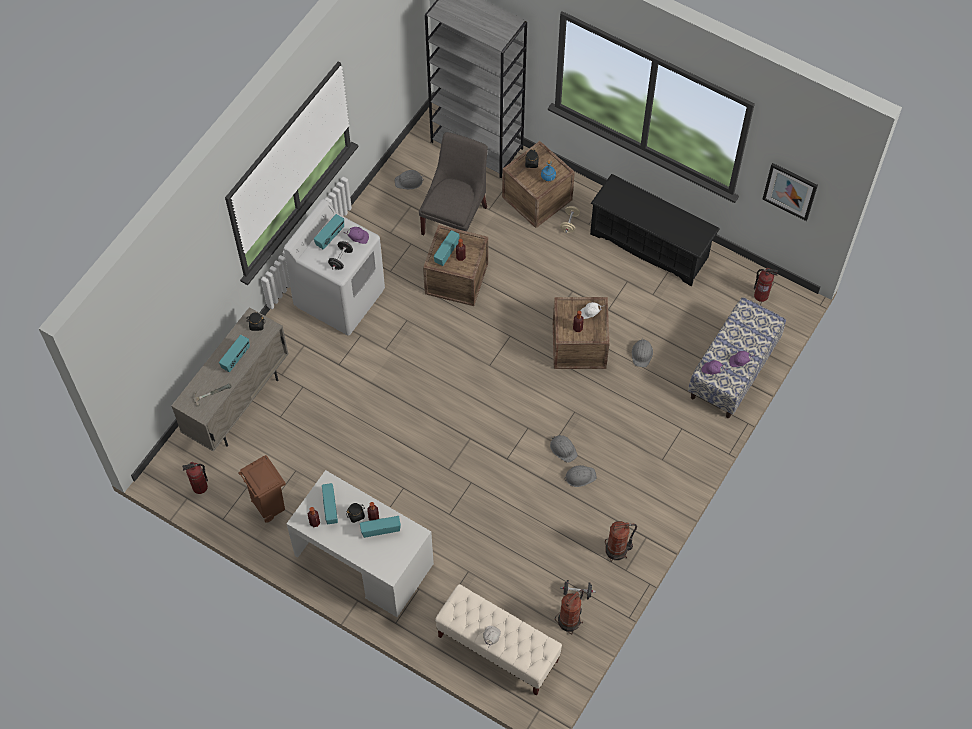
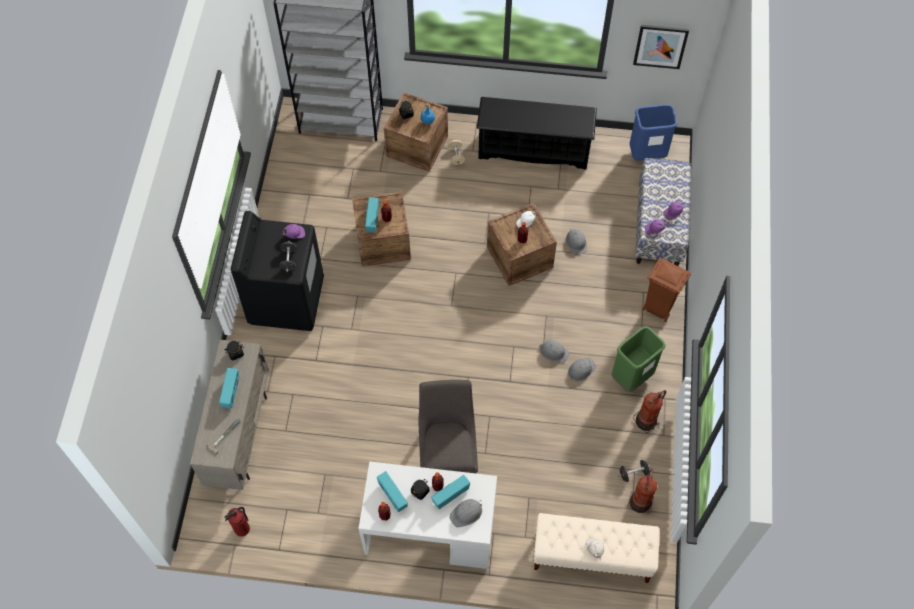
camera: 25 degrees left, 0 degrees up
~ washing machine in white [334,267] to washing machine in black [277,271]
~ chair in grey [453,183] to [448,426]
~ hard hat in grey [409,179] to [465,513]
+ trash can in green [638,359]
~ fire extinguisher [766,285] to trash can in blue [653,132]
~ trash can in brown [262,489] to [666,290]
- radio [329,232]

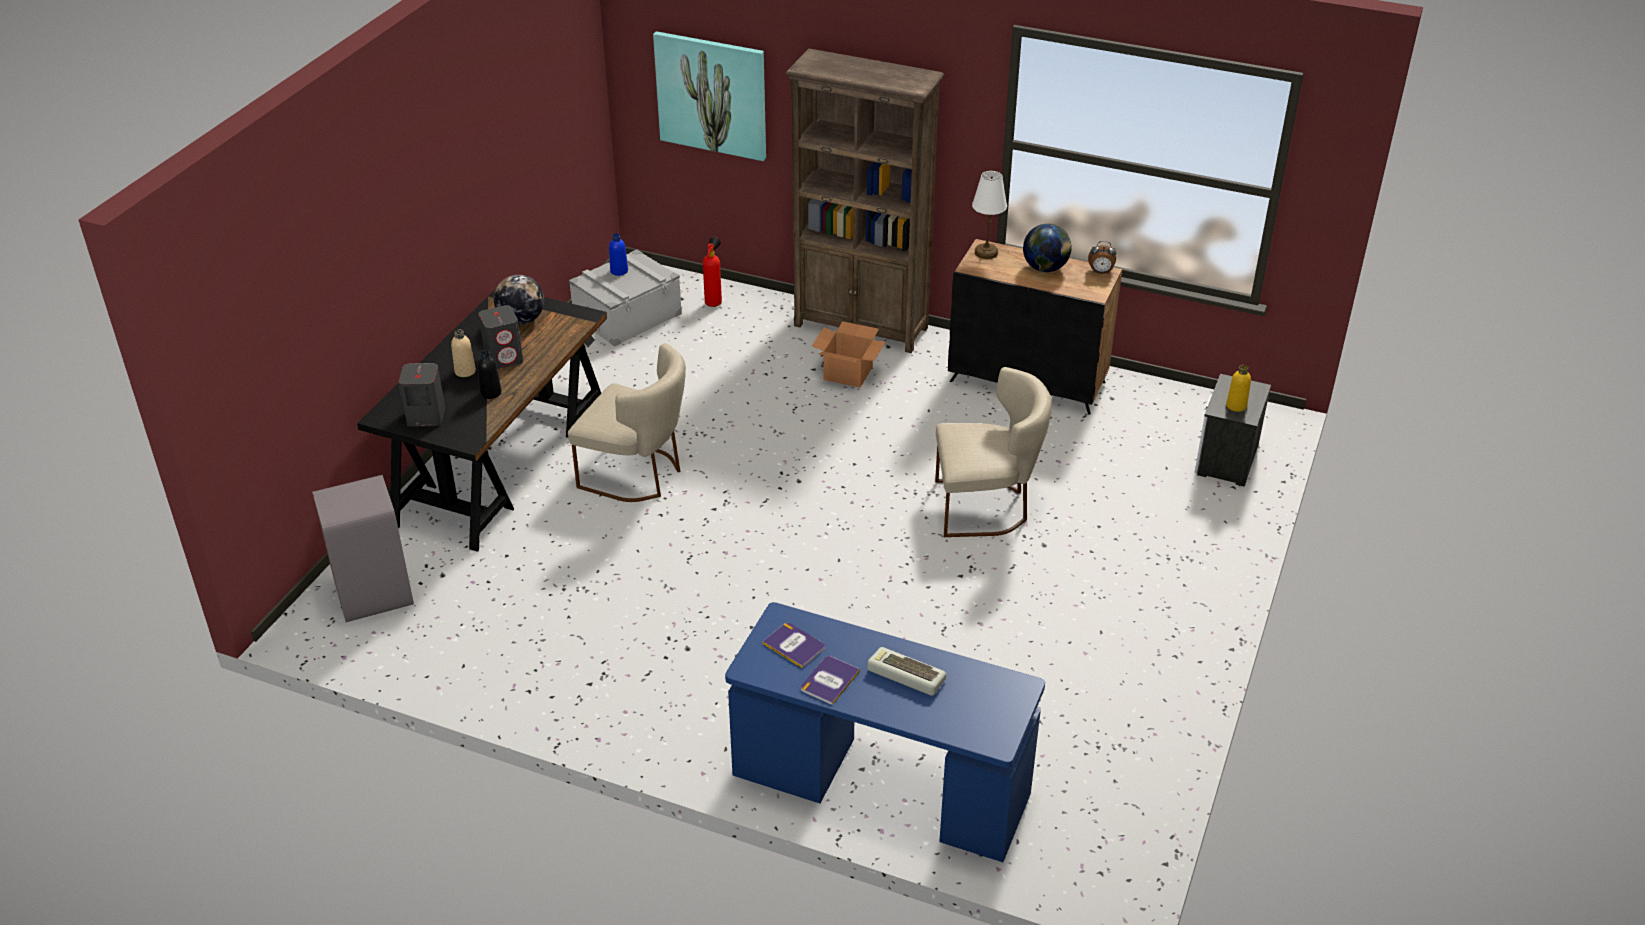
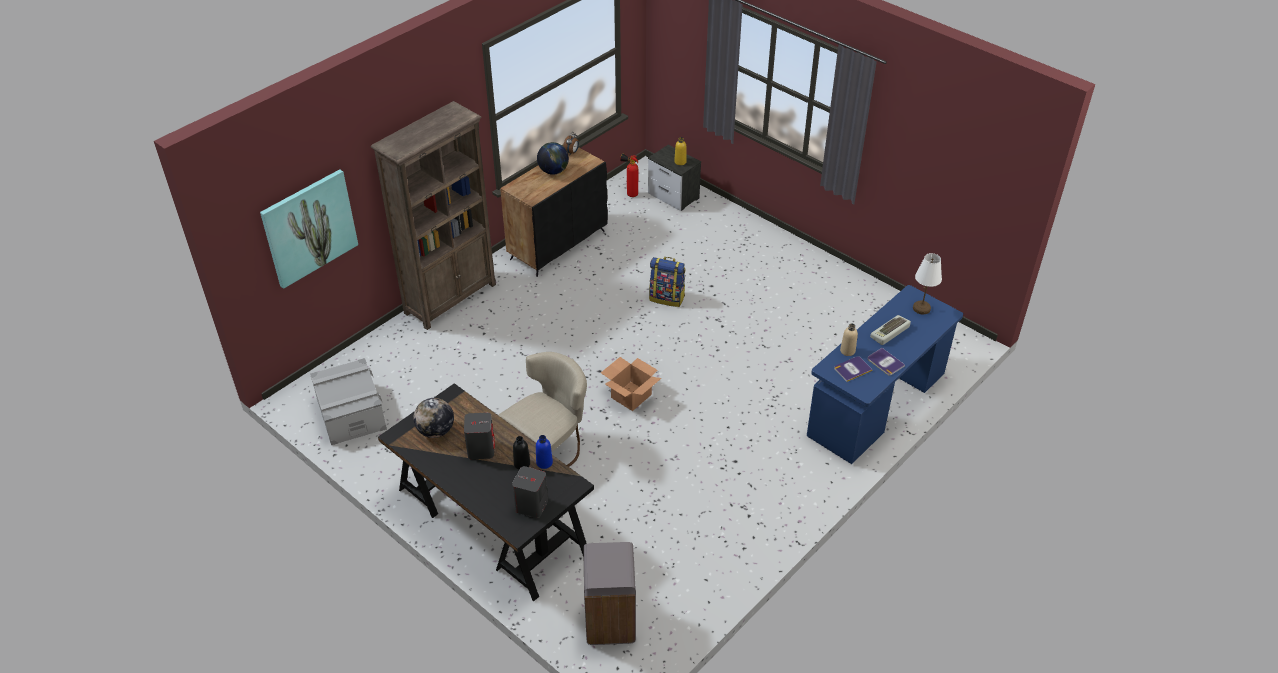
camera: 70 degrees left, 5 degrees up
~ bottle in blue [618,254] to [544,452]
~ cardboard box [848,354] to [631,384]
~ fire extinguisher [712,272] to [629,175]
~ chair in beige [993,452] to backpack [667,282]
~ bottle in beige [463,353] to [849,339]
~ table lamp in white [989,215] to [927,284]

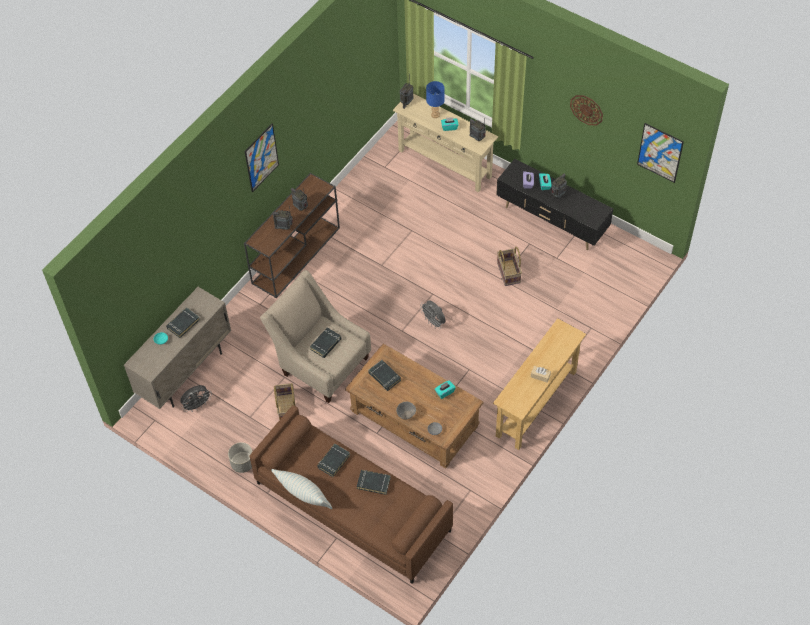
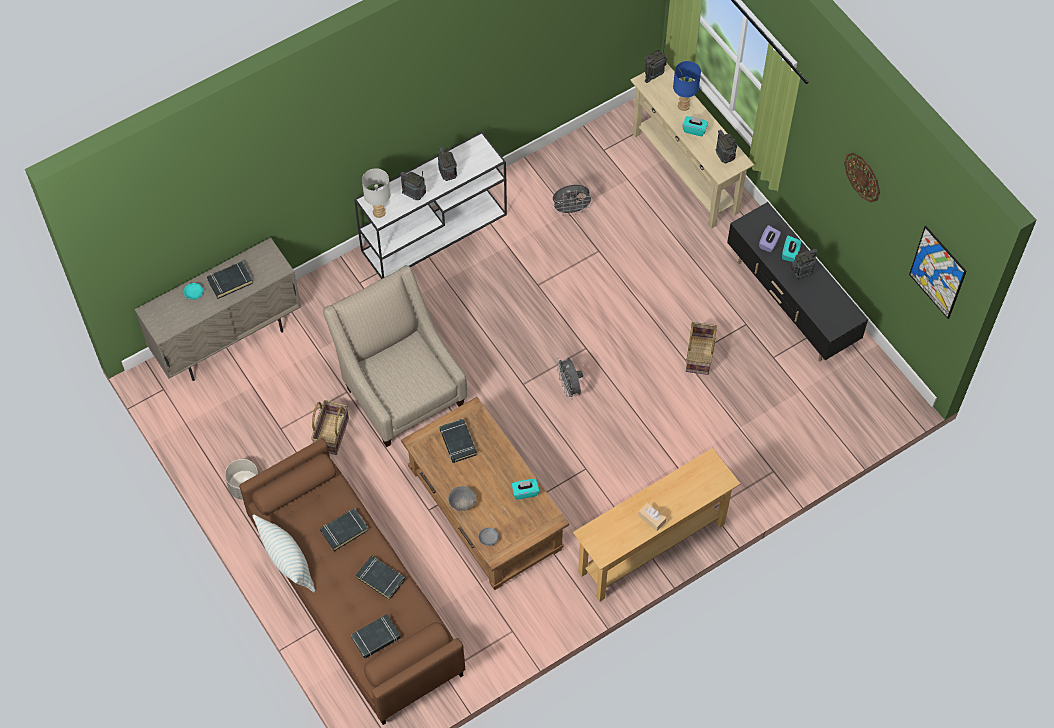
camera: 20 degrees right, 5 degrees up
~ book in black [326,342] to [376,636]
~ console table in brown [292,235] to console table in white [430,205]
+ table lamp in grey [376,193]
~ fan in grey [196,398] to [573,200]
- picture [262,158]

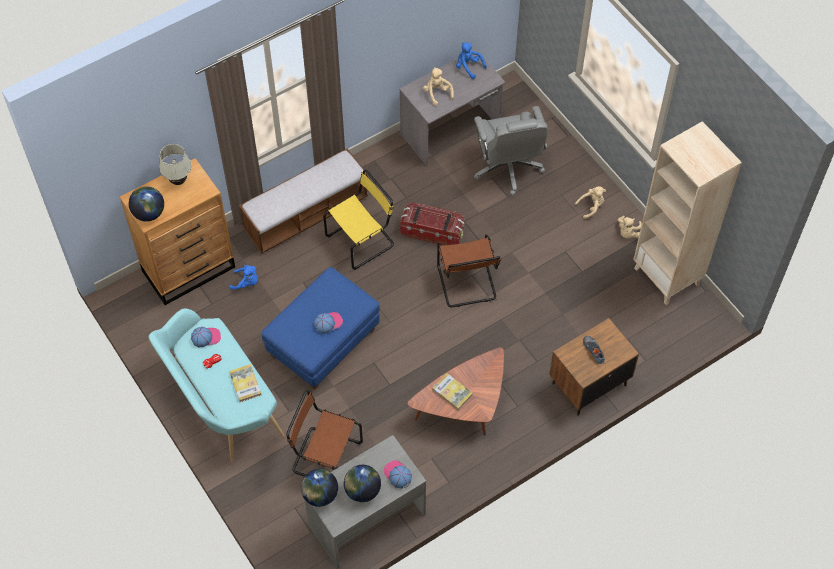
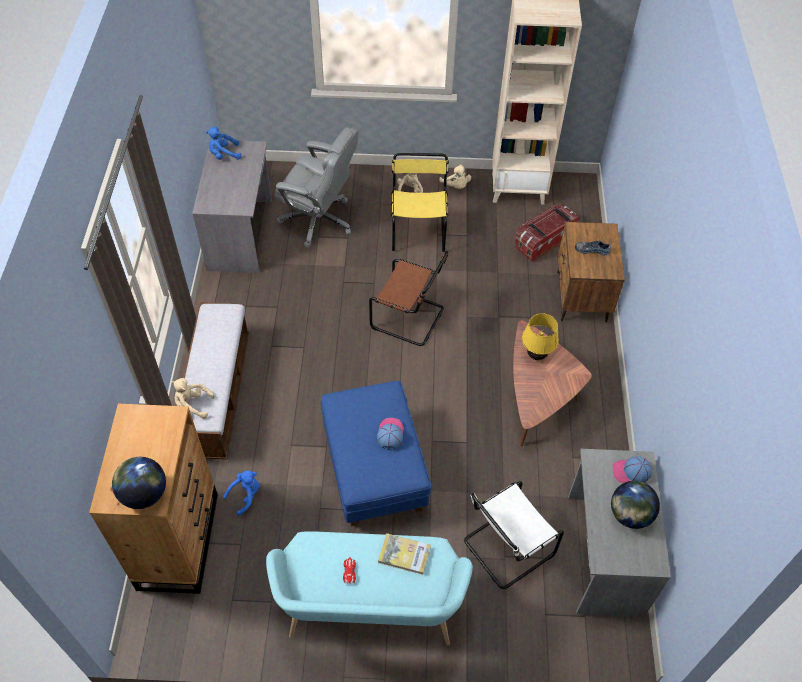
camera: 55 degrees left, 5 degrees down
~ plush toy in beige [438,86] to [193,398]
~ chair in yellow [358,220] to [420,202]
~ chair in brown [325,433] to chair in white [514,535]
~ storage box [432,223] to [547,233]
+ table lamp in yellow [540,337]
- table lamp in white [175,164]
- cap [206,337]
- globe [319,488]
- book [452,391]

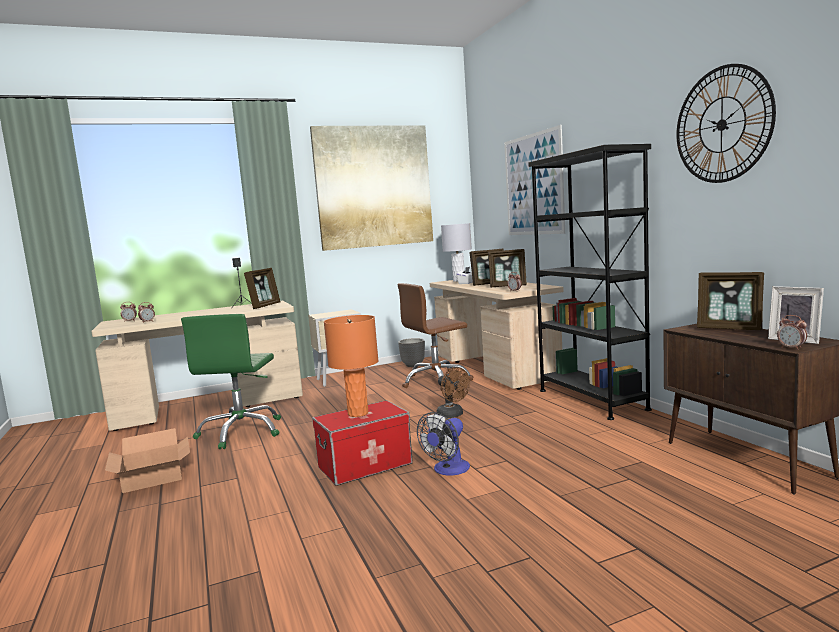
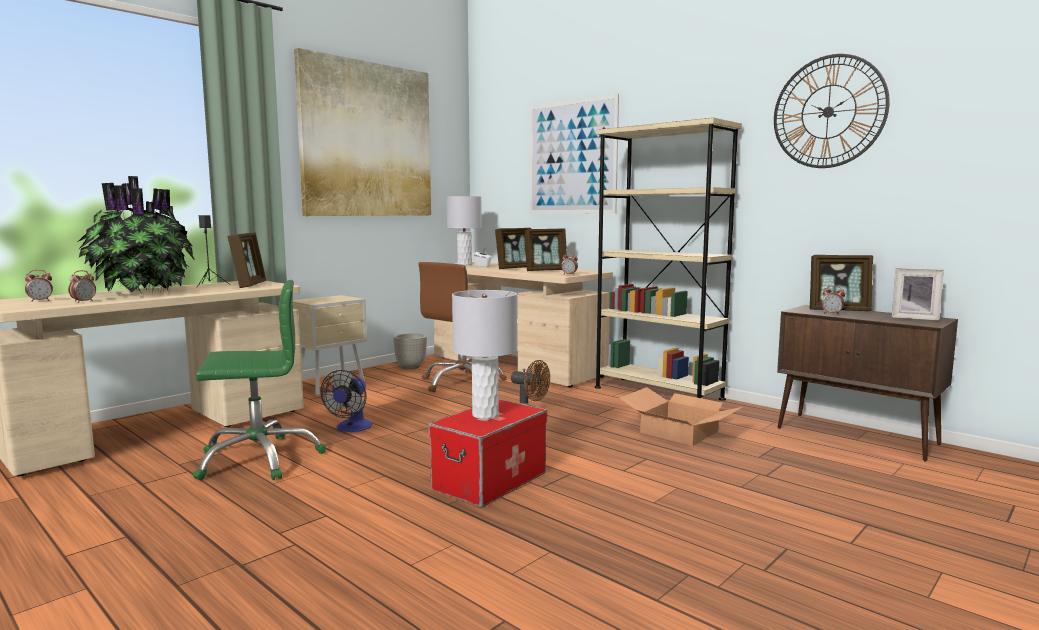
camera: 25 degrees left, 0 degrees up
+ potted plant [136,235]
~ office chair in green [231,381] = [259,380] 90 degrees counterclockwise
~ fan [443,443] to [346,401]
~ table lamp in orange [351,366] to table lamp in grey [484,354]
~ bookcase in black [590,282] to bookcase in beige [668,259]
~ cardboard box [147,460] to [682,416]
~ alarm clock [792,332] to [833,300]

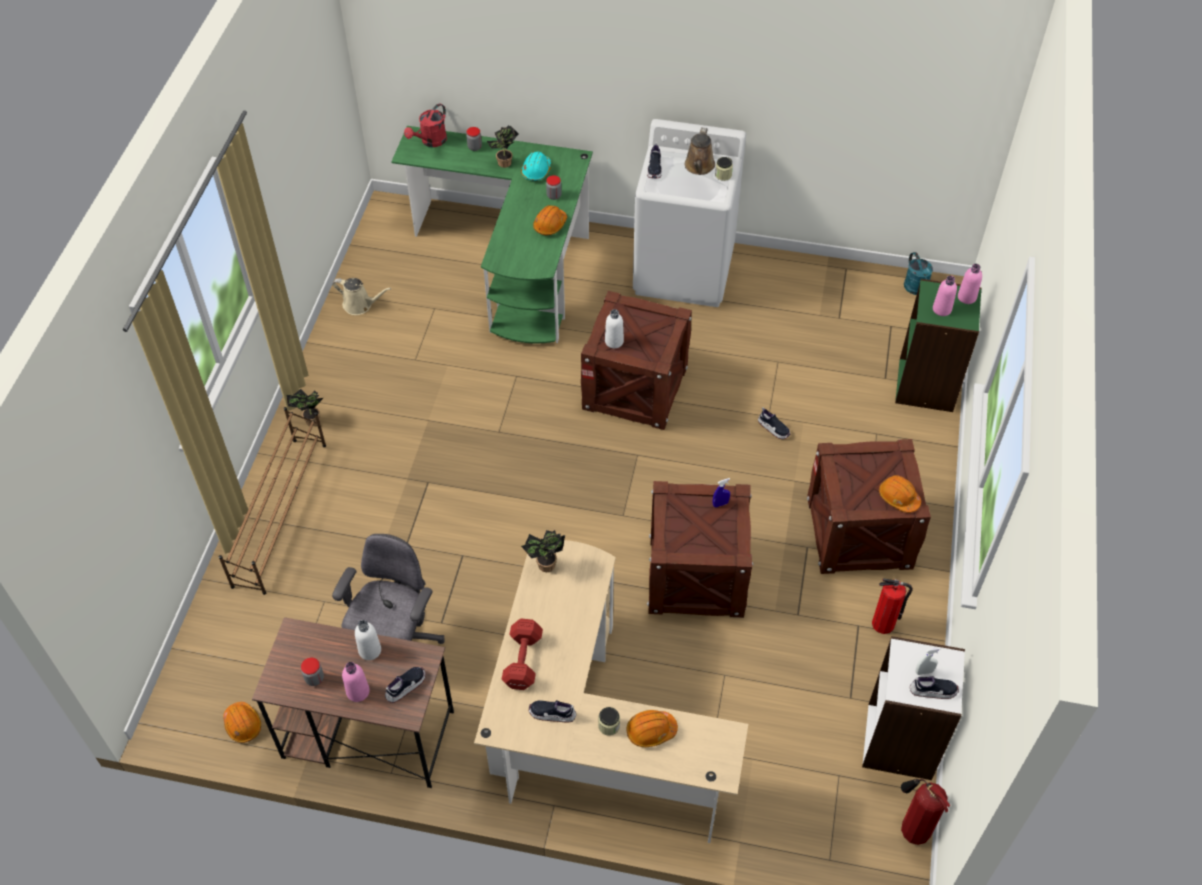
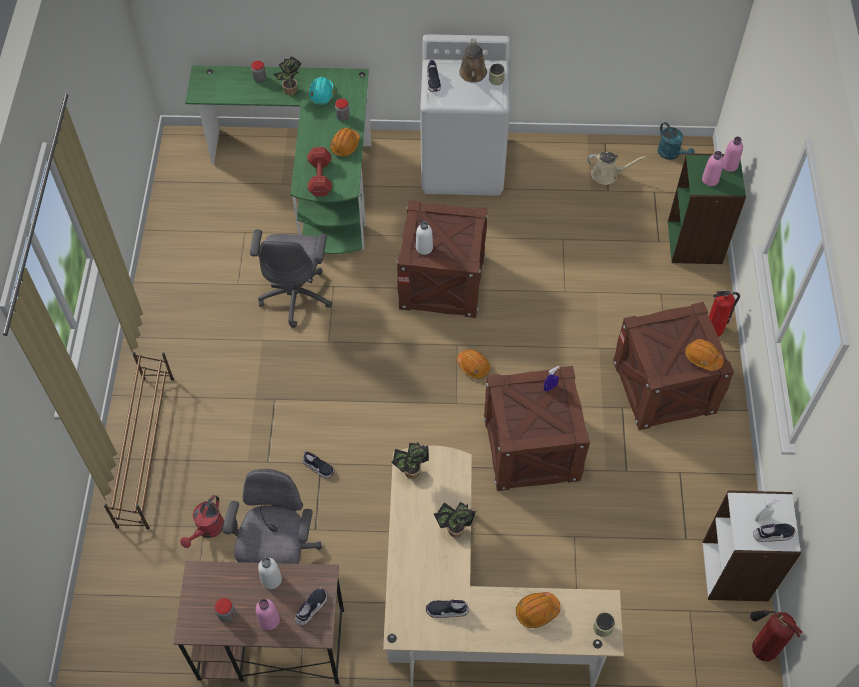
camera: 10 degrees left, 5 degrees up
~ watering can in red [425,125] to [202,521]
+ office chair in grey [291,278]
~ shoe [774,423] to [319,464]
~ dumbbell in red [522,654] to [319,171]
~ potted plant [304,407] to [454,520]
~ hard hat in orange [242,722] to [473,364]
~ watering can in beige [361,296] to [616,168]
~ jar [609,721] to [604,625]
~ fire extinguisher [892,606] to [724,313]

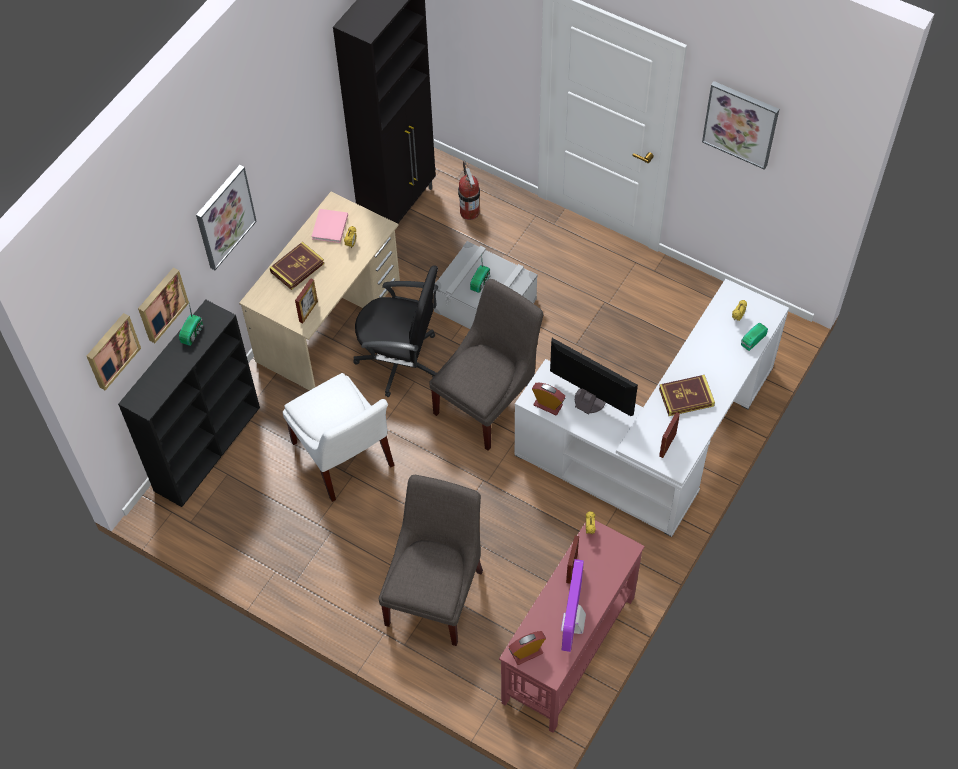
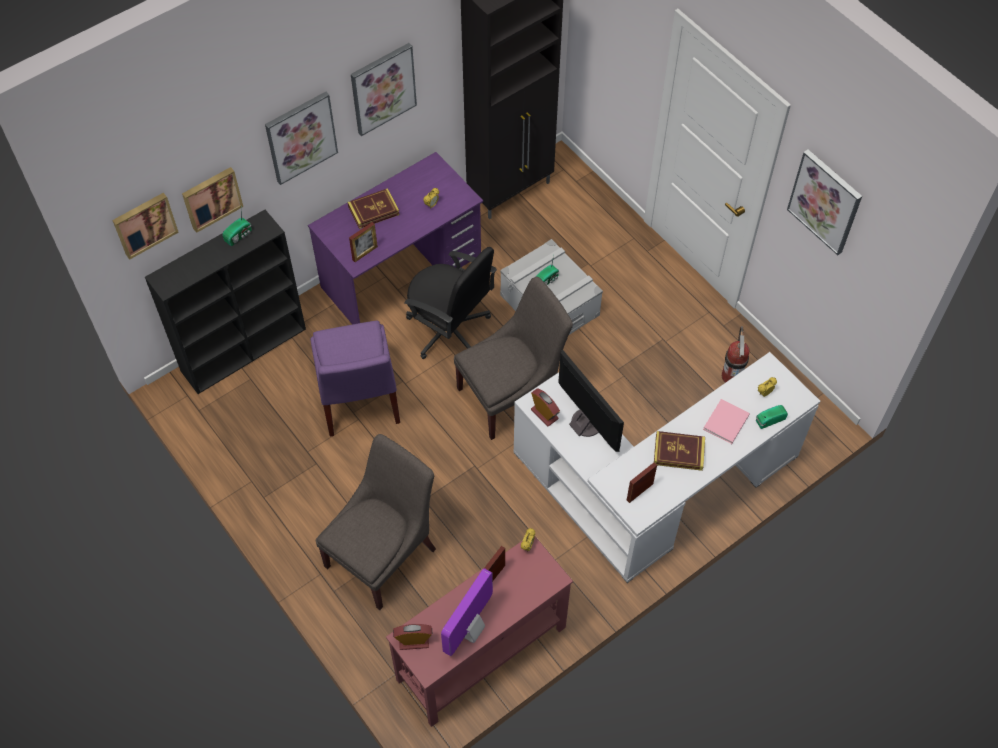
camera: 20 degrees right, 0 degrees up
~ desk in beige [319,291] to desk in purple [395,238]
~ chair in white [338,437] to chair in purple [355,379]
+ picture [384,89]
~ book in pink [329,226] to [726,421]
~ fire extinguisher [469,190] to [735,354]

